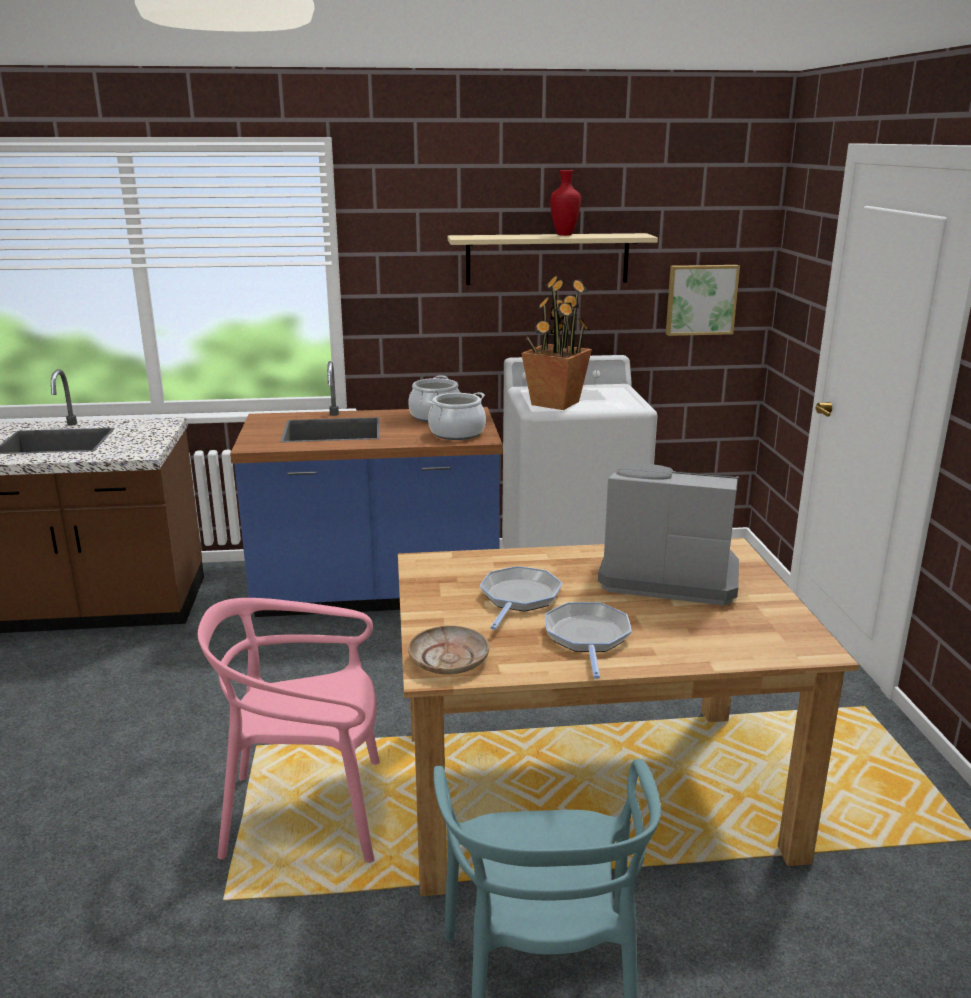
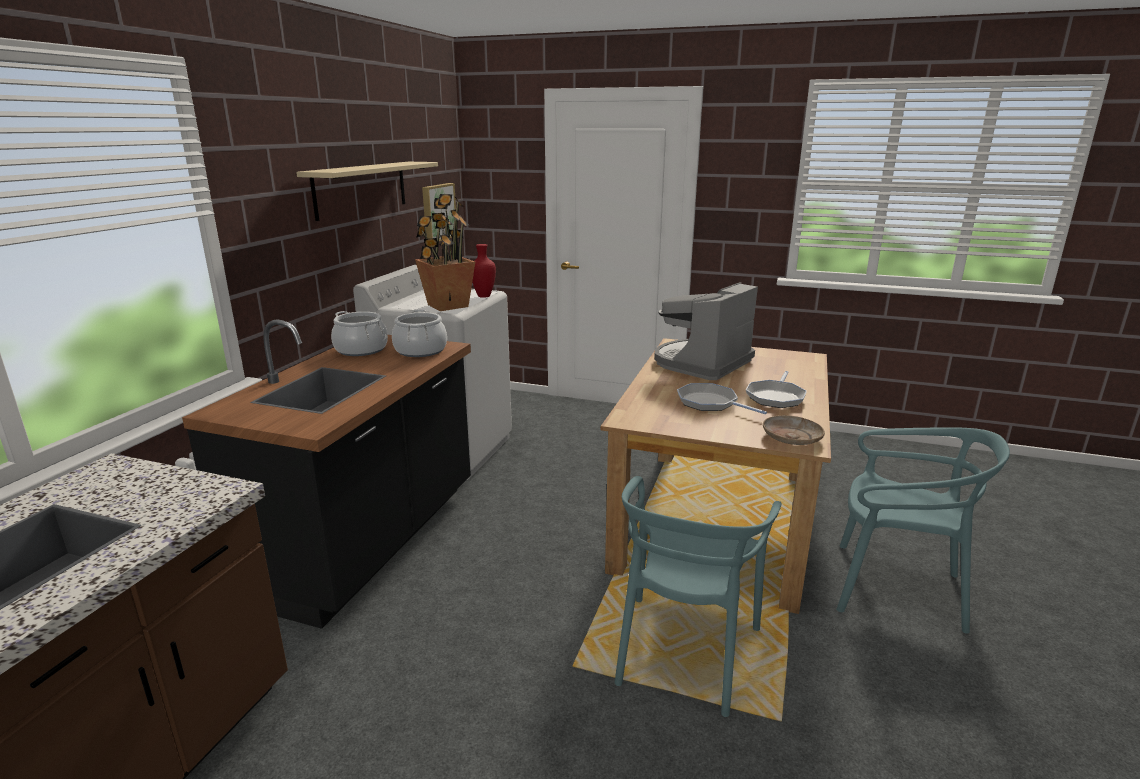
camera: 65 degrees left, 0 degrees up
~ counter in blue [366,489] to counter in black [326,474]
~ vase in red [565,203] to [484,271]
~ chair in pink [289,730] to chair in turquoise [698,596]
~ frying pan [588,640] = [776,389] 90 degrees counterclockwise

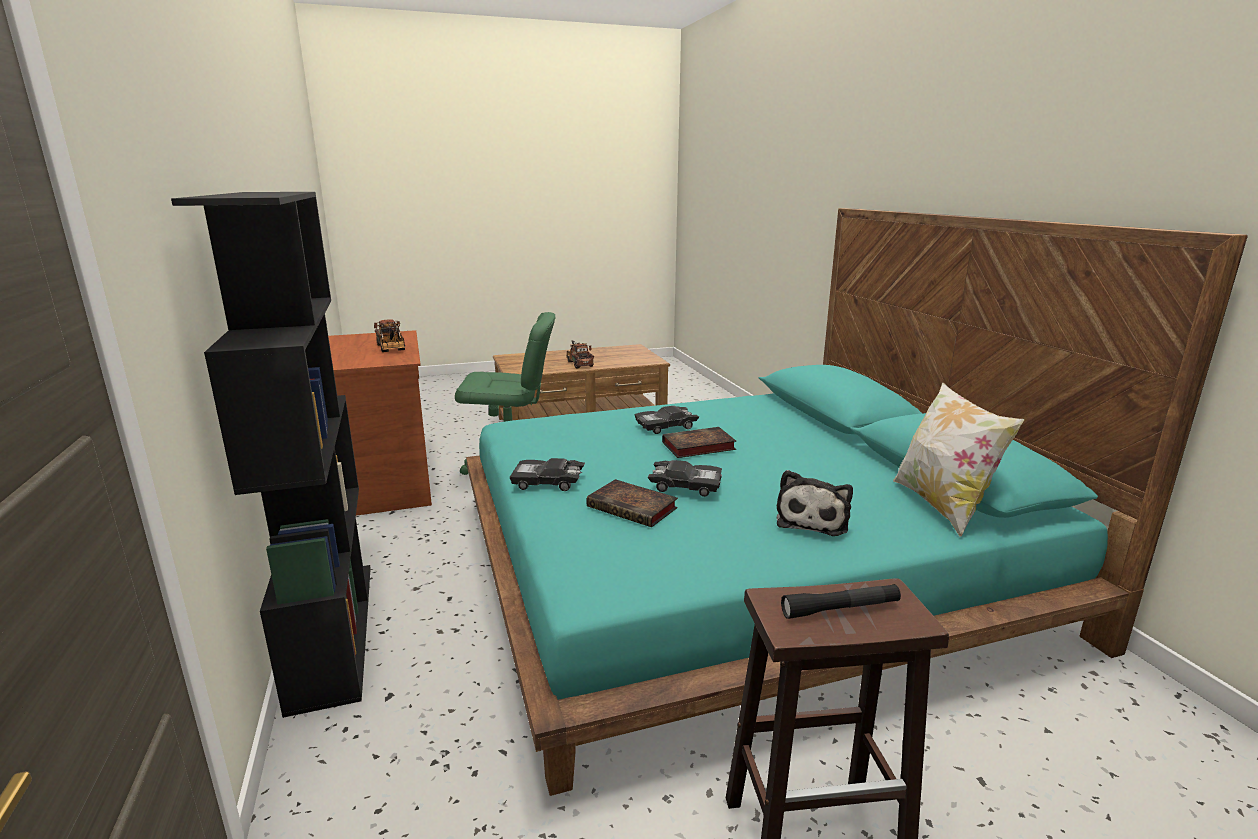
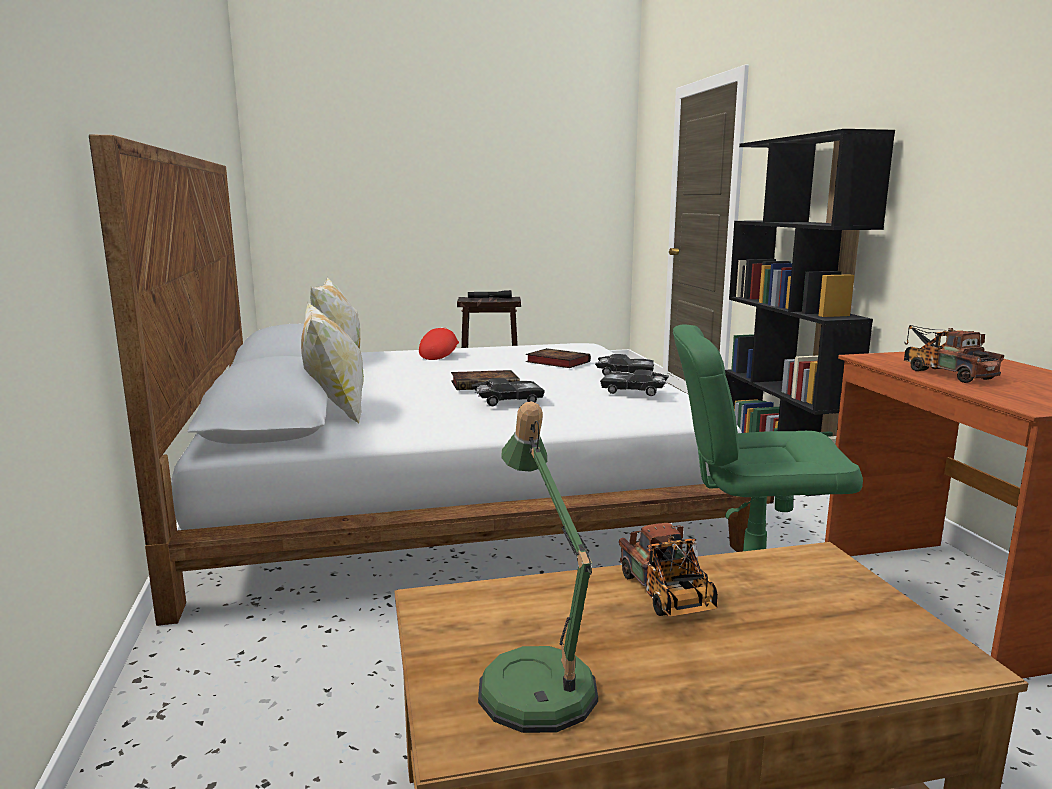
camera: 175 degrees left, 5 degrees down
~ bed in turquoise [857,502] to bed in white [431,380]
+ pillow [332,363]
~ plush toy [815,503] to cap in red [439,343]
+ table lamp [538,567]
~ toy car in black [685,478] to [634,382]

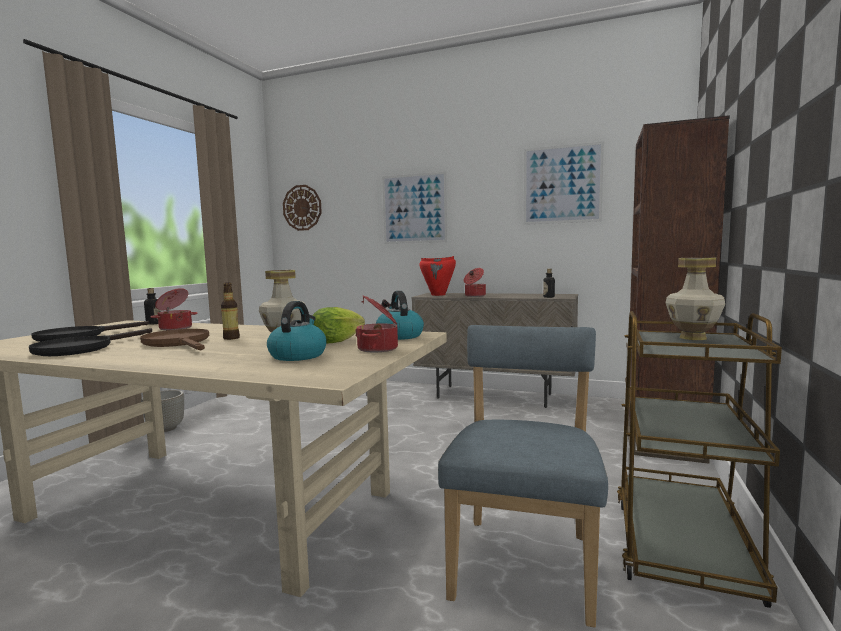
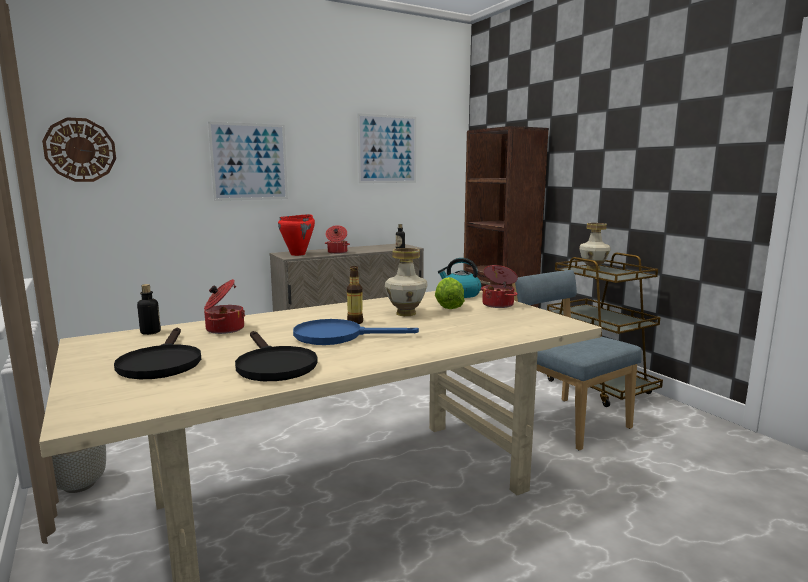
camera: 50 degrees left, 5 degrees up
~ frying pan in brown [174,339] to frying pan in blue [356,332]
- kettle [297,331]

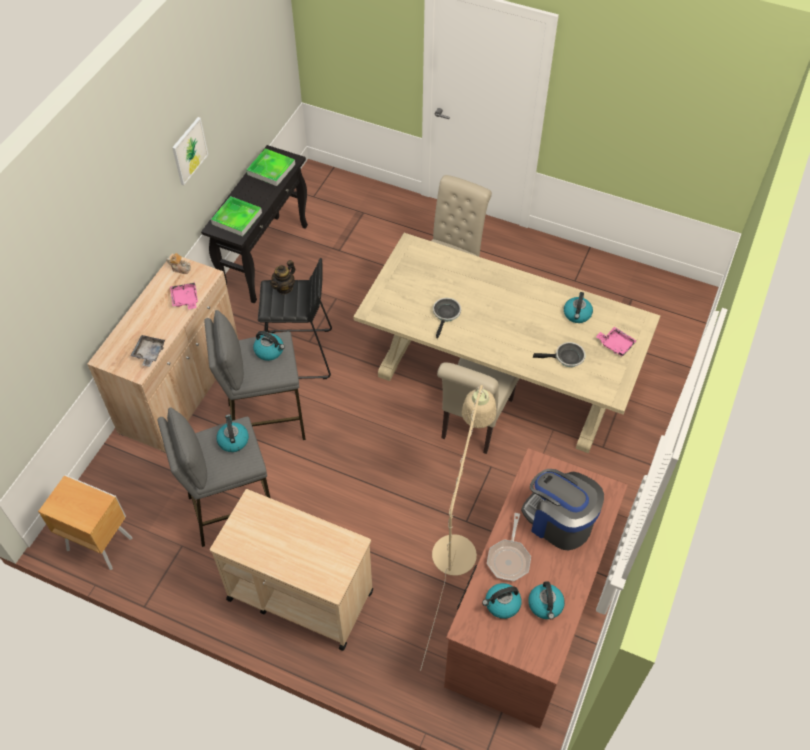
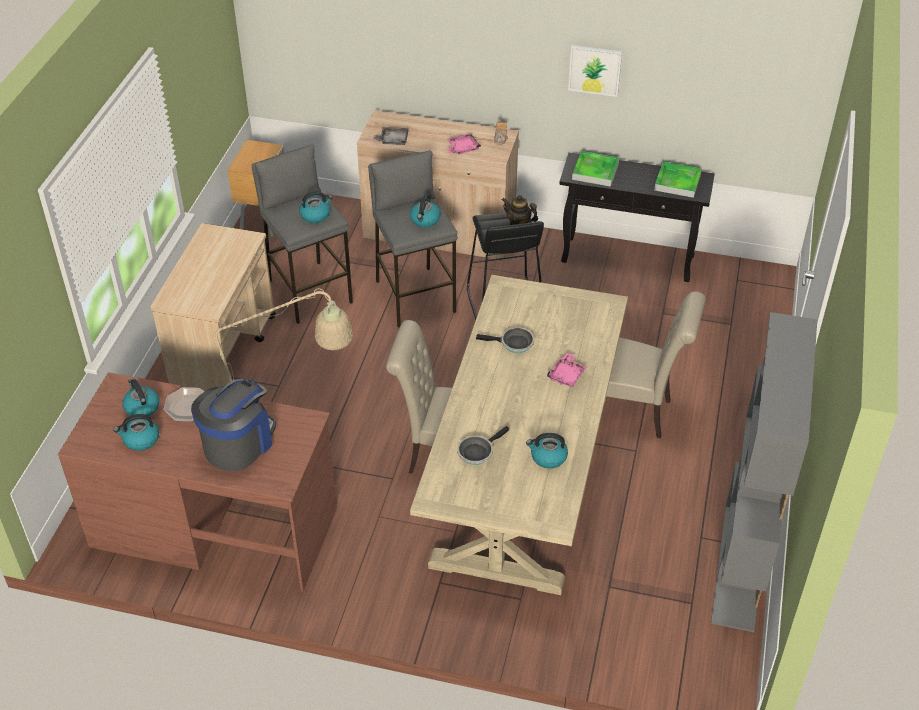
camera: 80 degrees right, 10 degrees down
~ frying pan [559,354] = [483,445] 60 degrees clockwise
~ tray in pink [616,341] to [567,370]
+ bookcase in grey [764,472]

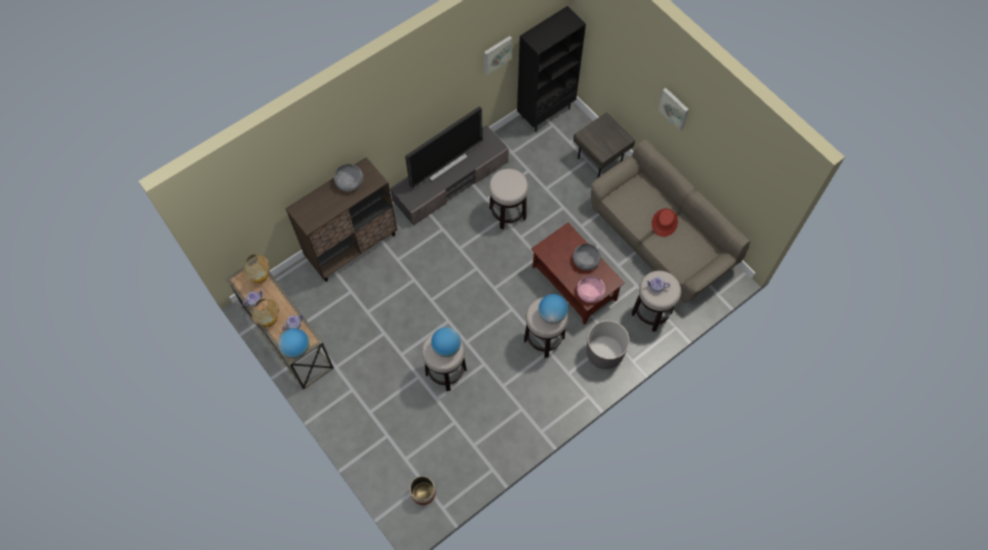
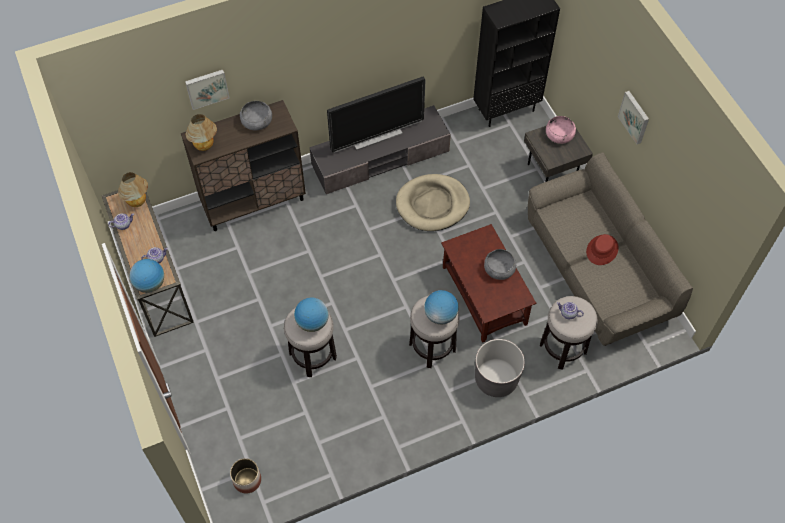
camera: 15 degrees right, 5 degrees down
~ picture [498,55] to [207,90]
~ table lamp [265,313] to [201,132]
~ stool [509,199] to dog bed in beige [433,202]
~ bowl in pink [591,289] to [561,130]

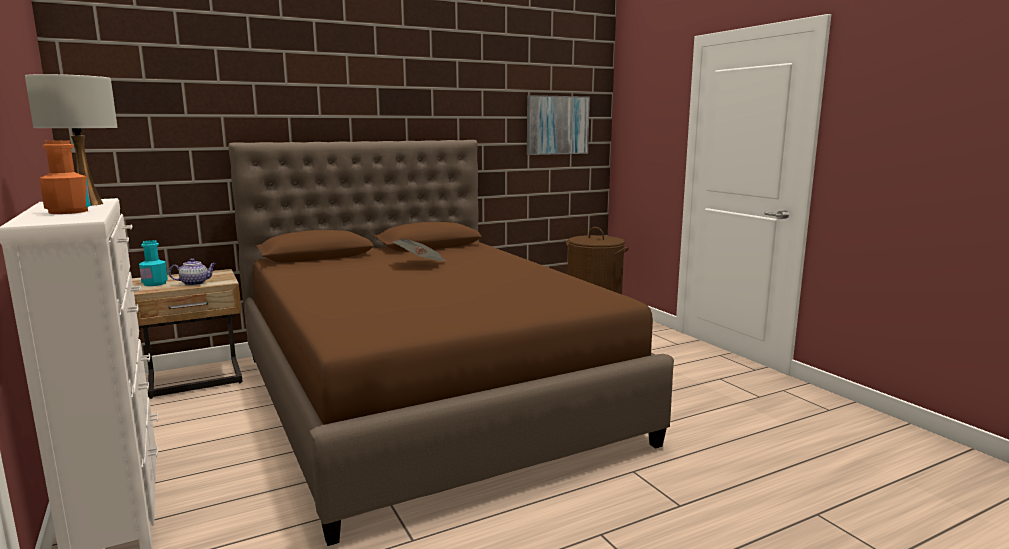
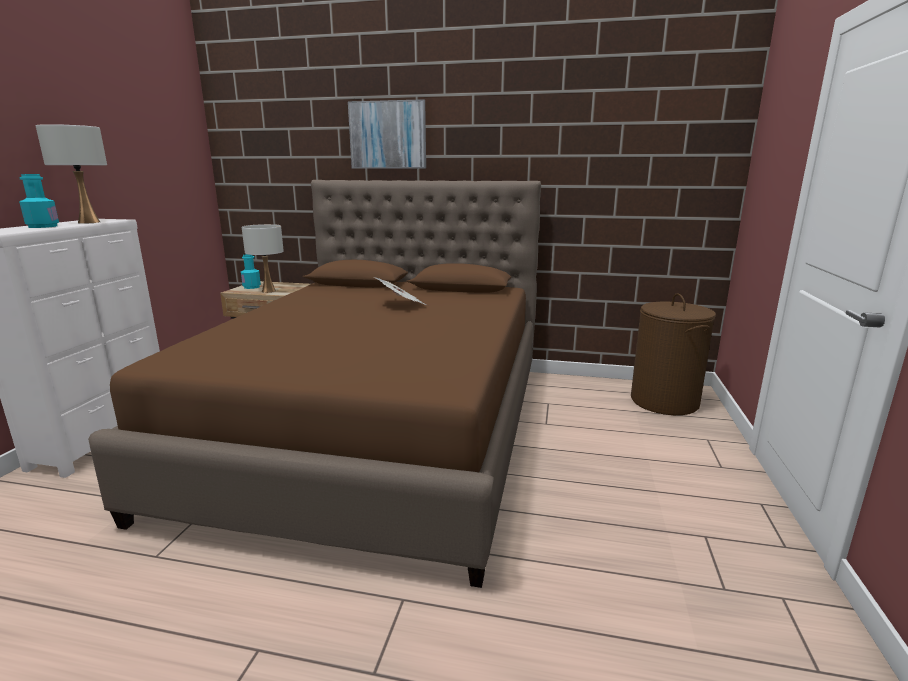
camera: 40 degrees right, 5 degrees up
~ bottle in orange [65,177] to bottle in turquoise [39,201]
~ teapot [192,272] to table lamp in white [263,258]
~ picture [558,125] to [387,134]

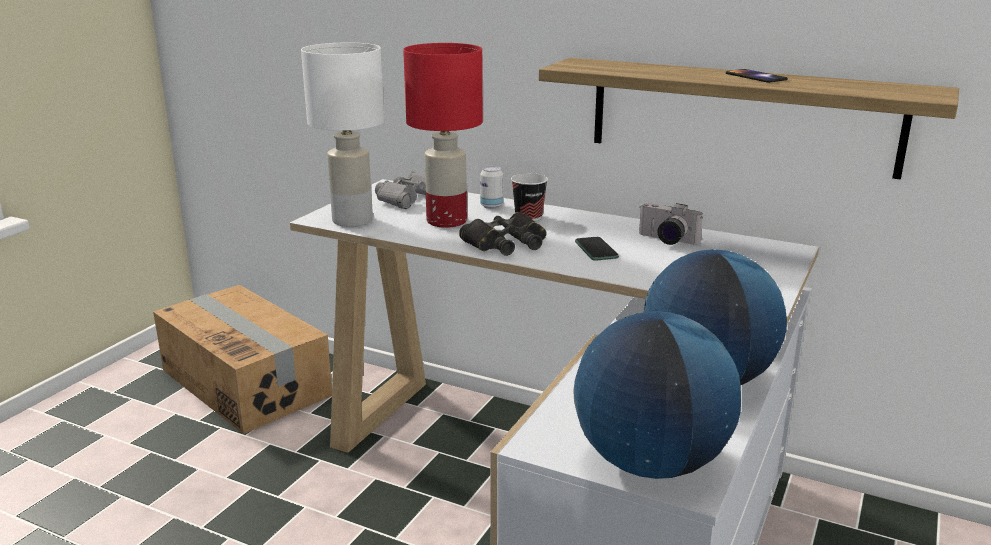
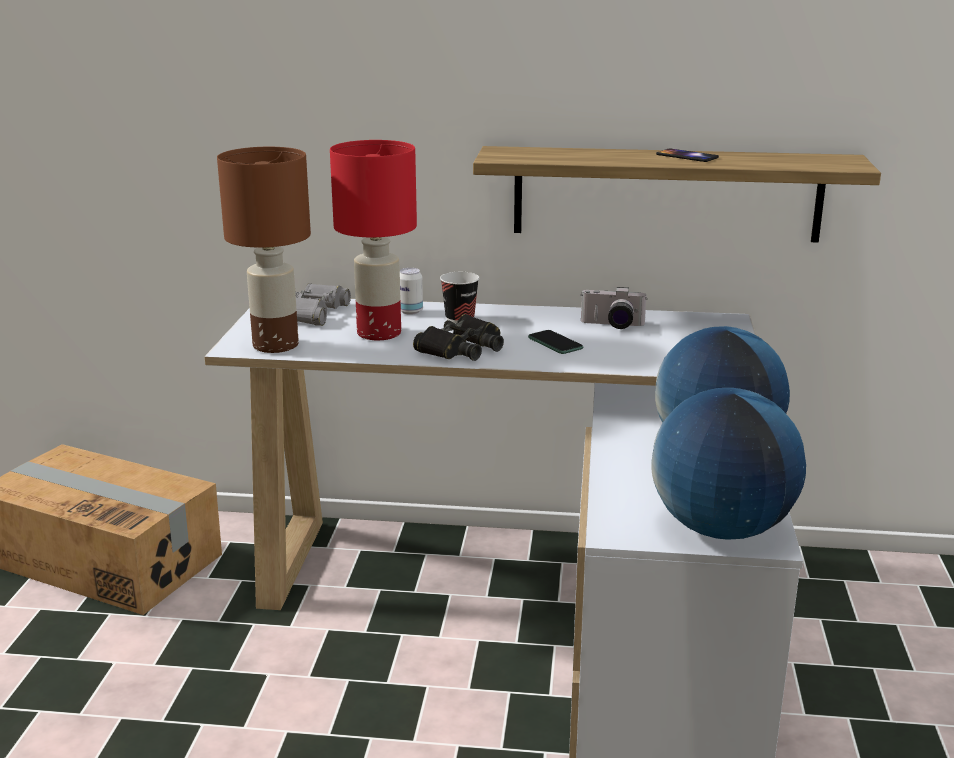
camera: 20 degrees left, 0 degrees up
~ table lamp in white [342,135] to table lamp in brown [264,250]

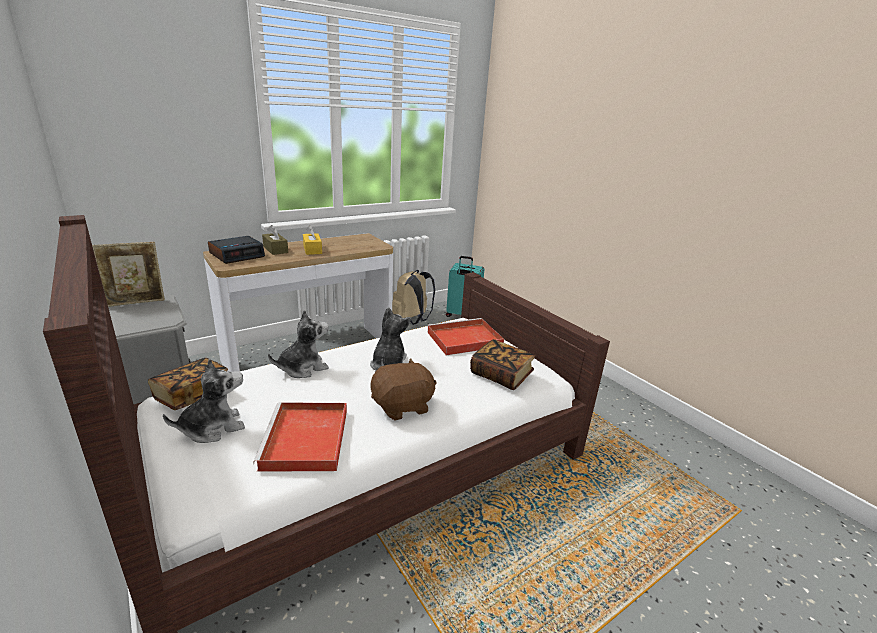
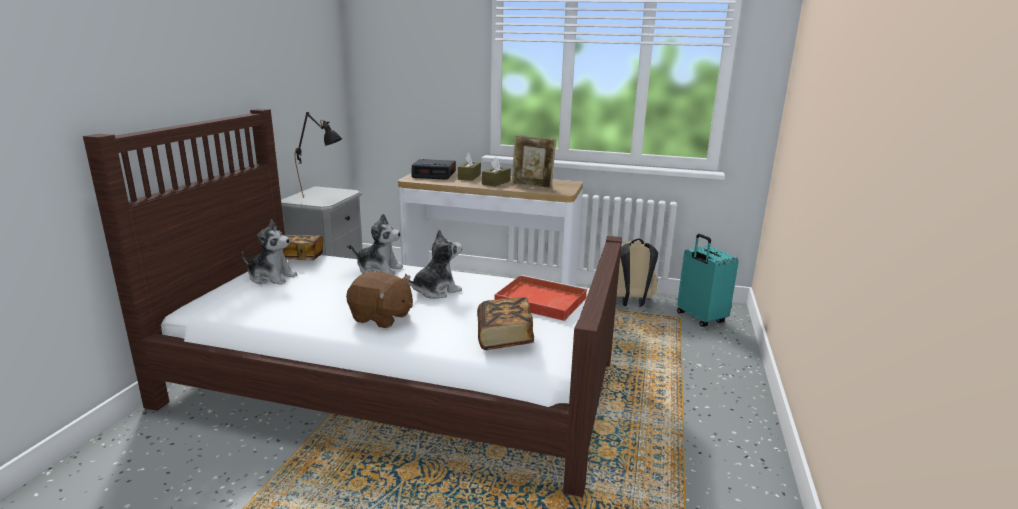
camera: 50 degrees right, 5 degrees down
+ table lamp in black [318,155]
~ tissue box in yellow [312,240] to tissue box in brown [496,172]
~ picture frame [128,274] to [534,162]
- tray in red [300,437]

